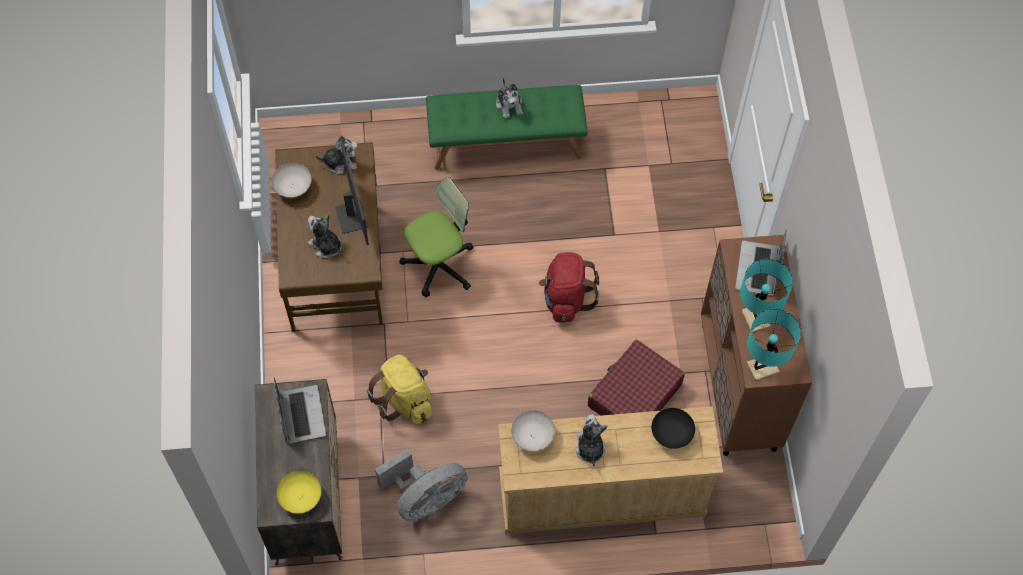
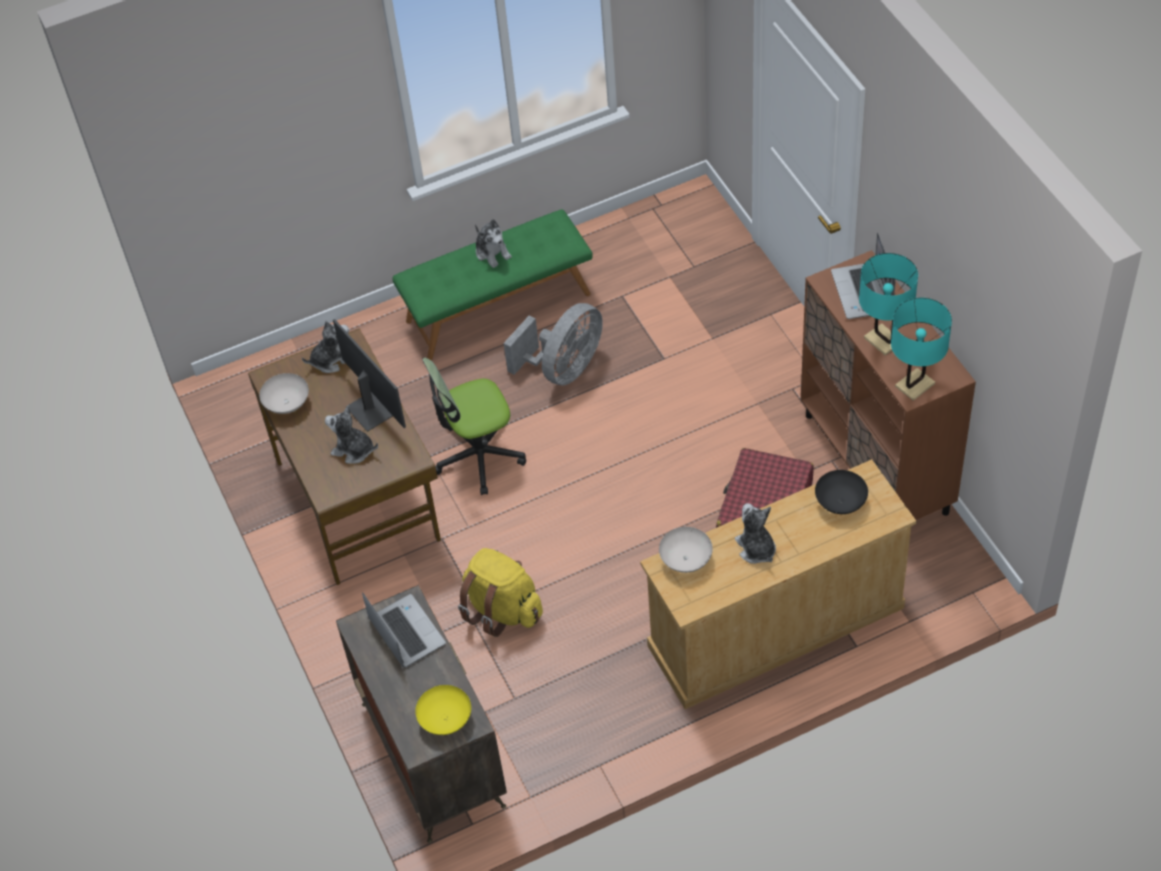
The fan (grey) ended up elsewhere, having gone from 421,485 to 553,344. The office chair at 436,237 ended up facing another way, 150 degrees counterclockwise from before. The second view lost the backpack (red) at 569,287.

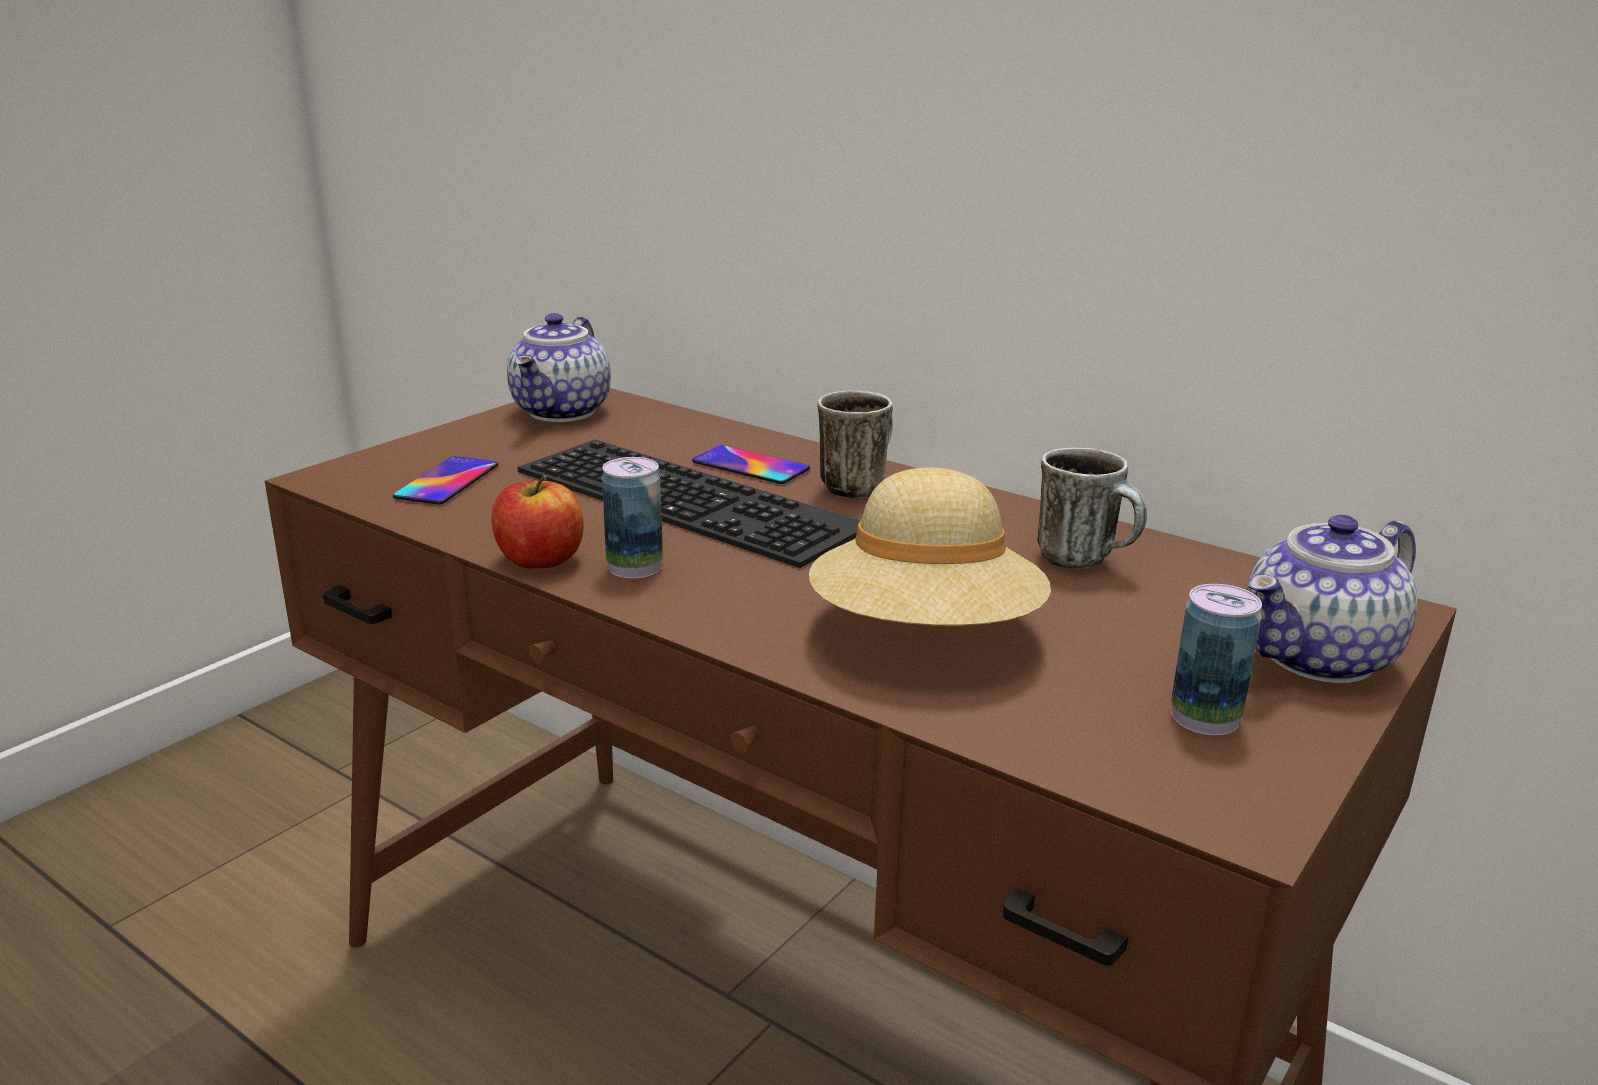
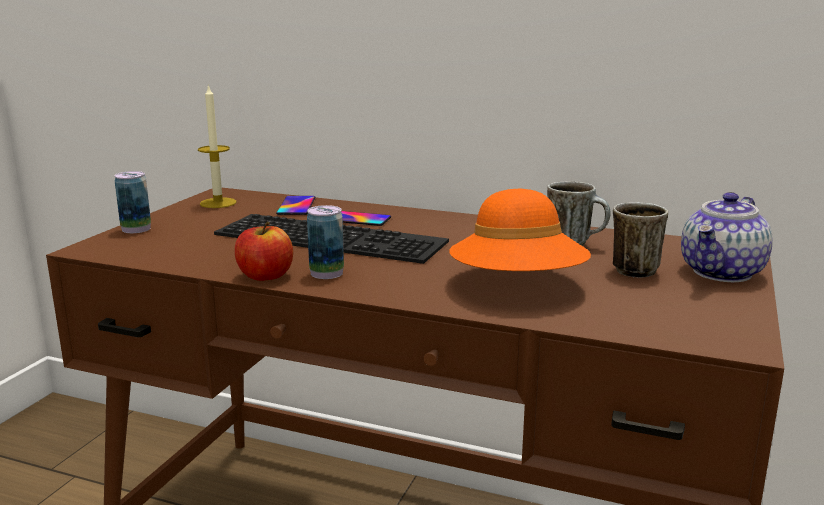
The phone ended up elsewhere, having gone from 445,480 to 296,205. Where the teapot stood at 559,367, the candle came to stand at 217,146. What was the hat (beige) at 930,547 turned into the hat (orange) at 520,230. The mug ended up elsewhere, having gone from 855,444 to 640,239. The can ended up elsewhere, having gone from 1216,659 to 133,202.

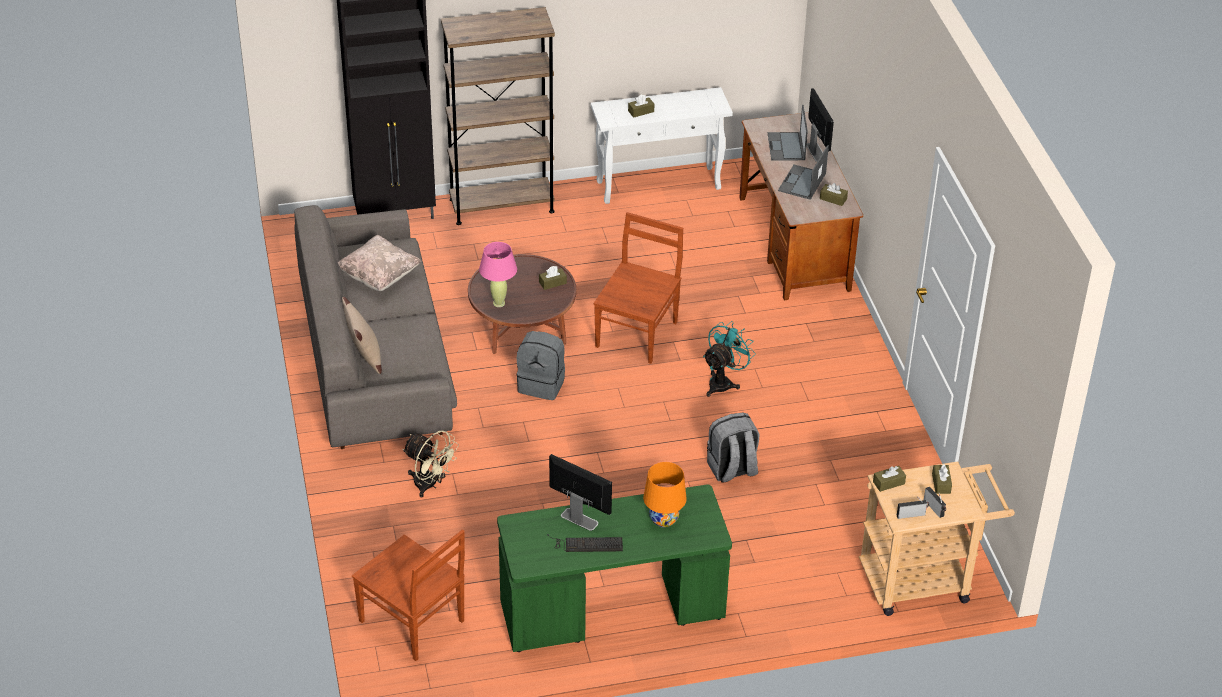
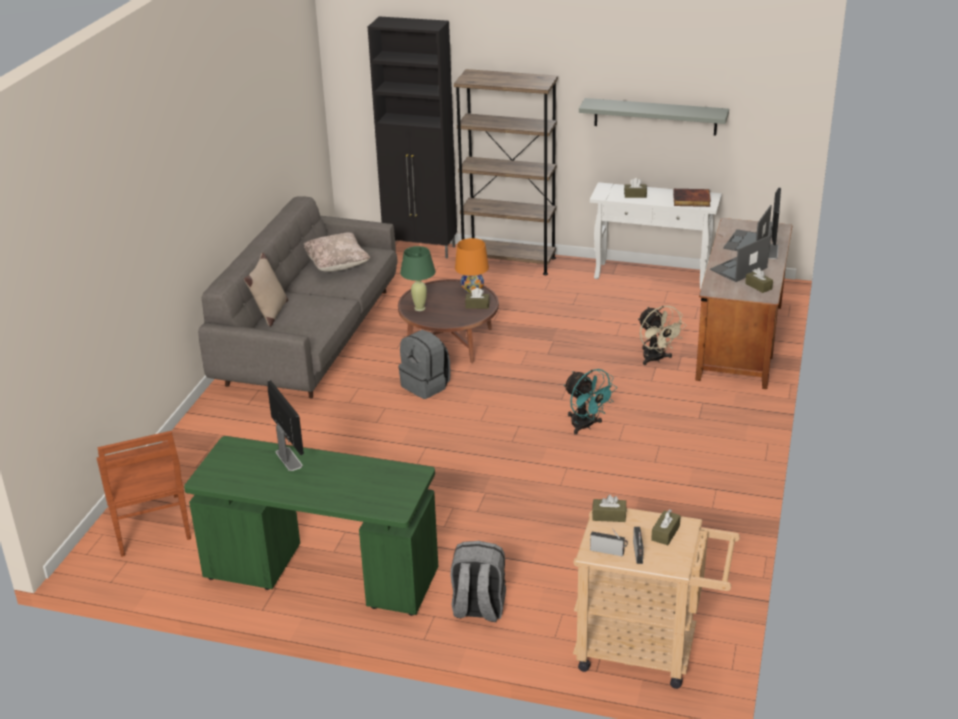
The fan (beige) ended up elsewhere, having gone from 430,463 to 662,335. What was the table lamp (pink) at 498,274 turned into the table lamp (green) at 418,278. The second view lost the keyboard at 585,543. The second view lost the chair (brown) at 638,288. The table lamp (orange) ended up elsewhere, having gone from 665,494 to 472,265. The fan (turquoise) at 729,359 ended up facing another way, 75 degrees clockwise from before. The backpack (grey) ended up elsewhere, having gone from 733,448 to 478,581. The second view gained the shelf (grey) at 654,117. The second view gained the book at 692,198.

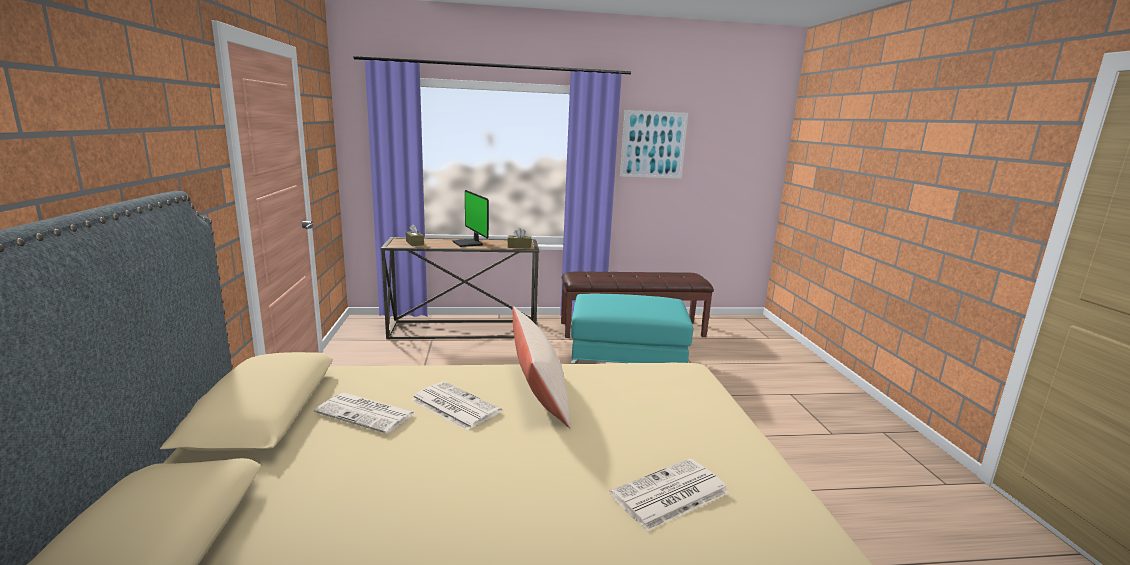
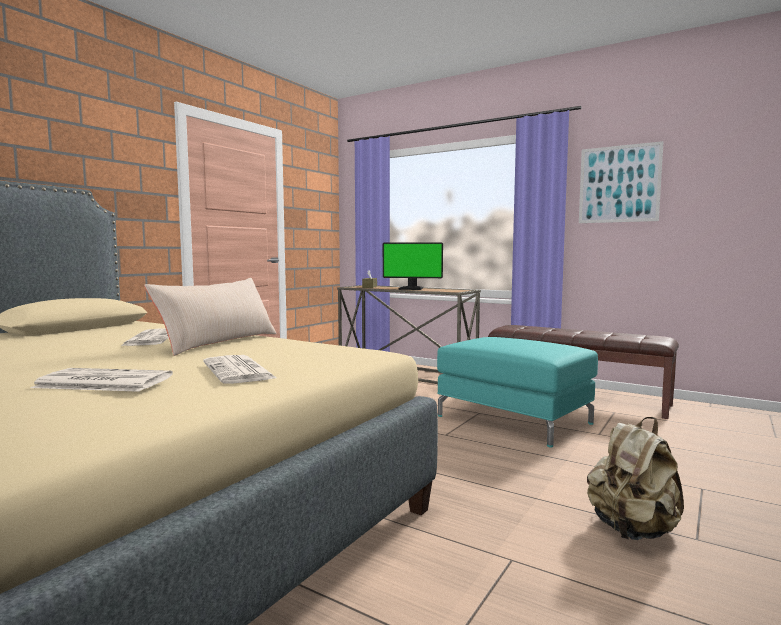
The newspaper ended up elsewhere, having gone from 365,413 to 240,369. The monitor at 470,218 ended up facing another way, 90 degrees counterclockwise from before. The second view lost the tissue box (brown) at 519,238. The second view gained the backpack (beige) at 635,478.

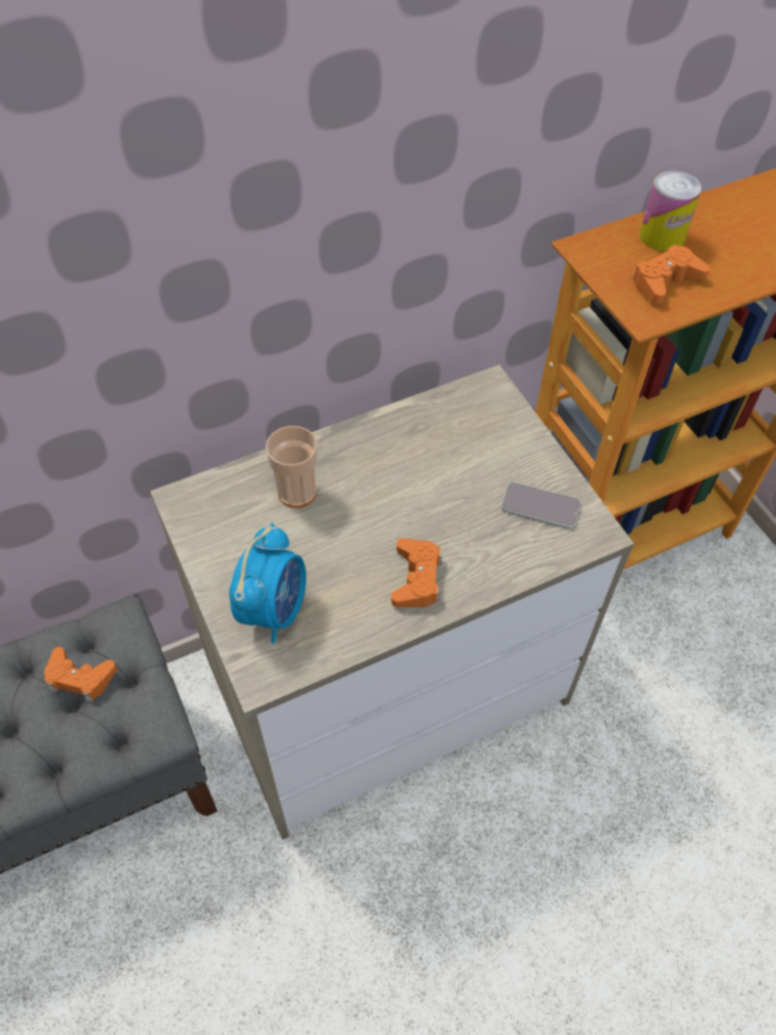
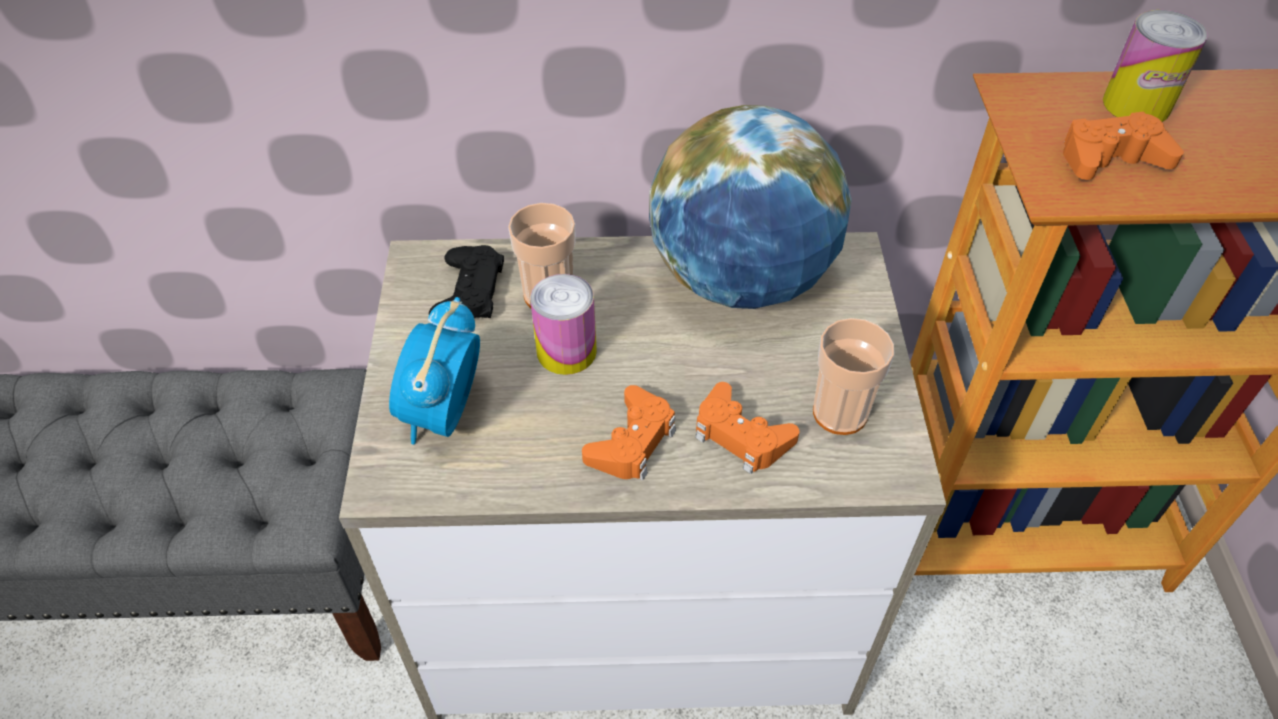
The game controller (orange) ended up elsewhere, having gone from 80,674 to 747,428. The alarm clock at 267,583 ended up facing another way, 150 degrees clockwise from before. Where the phone stood at 541,505, the cup came to stand at 853,376. The second view gained the game controller (black) at 466,281. The second view gained the can at 563,324. The second view gained the globe at 750,207.

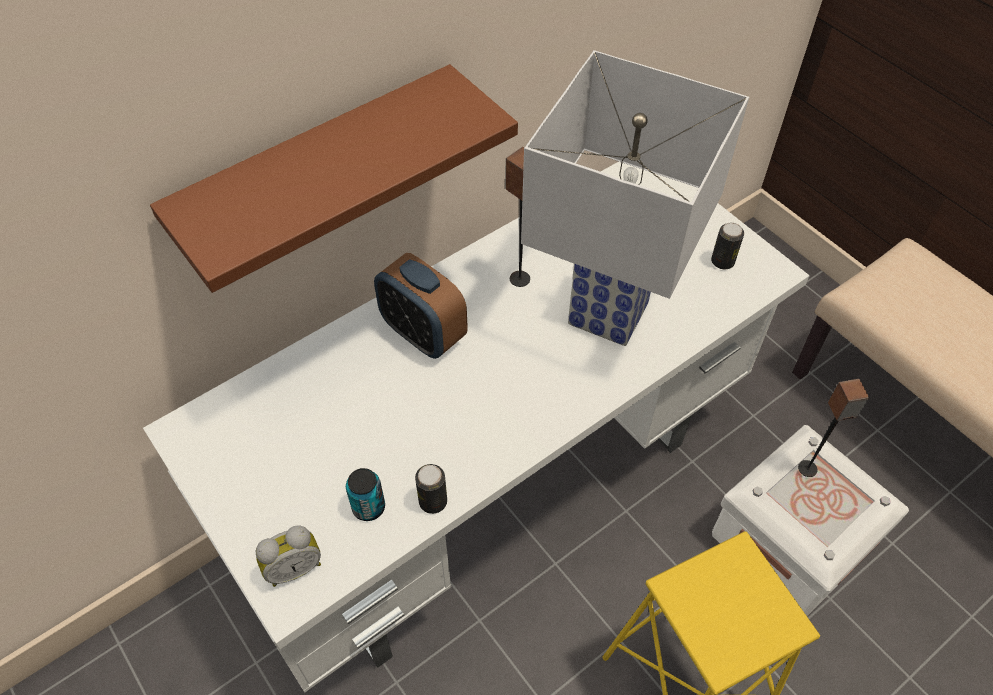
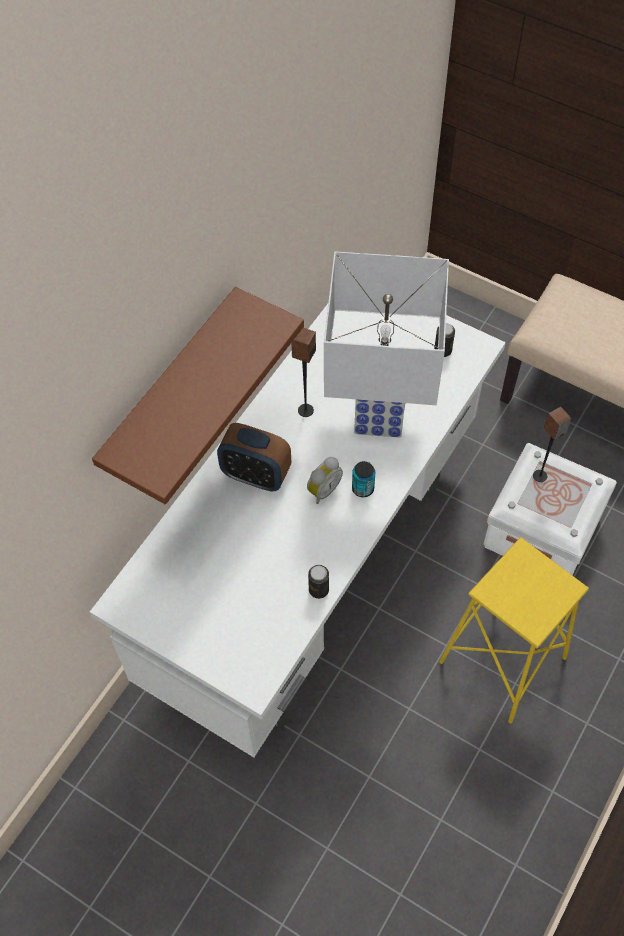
The alarm clock ended up elsewhere, having gone from 288,556 to 325,480. The can ended up elsewhere, having gone from 365,494 to 363,479.

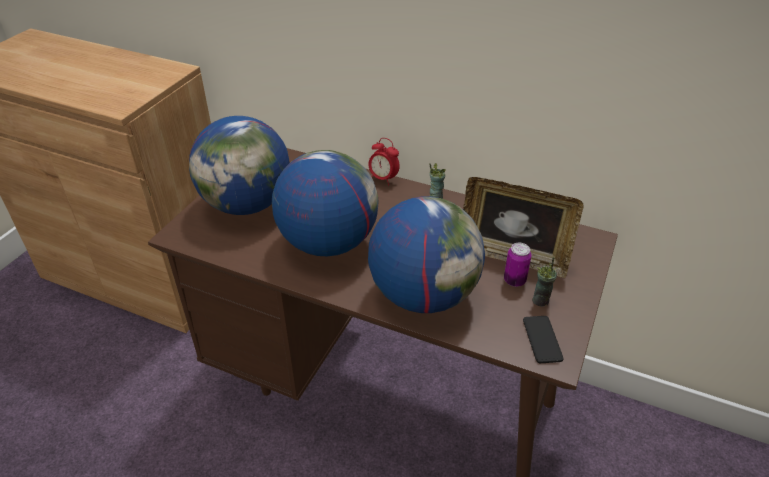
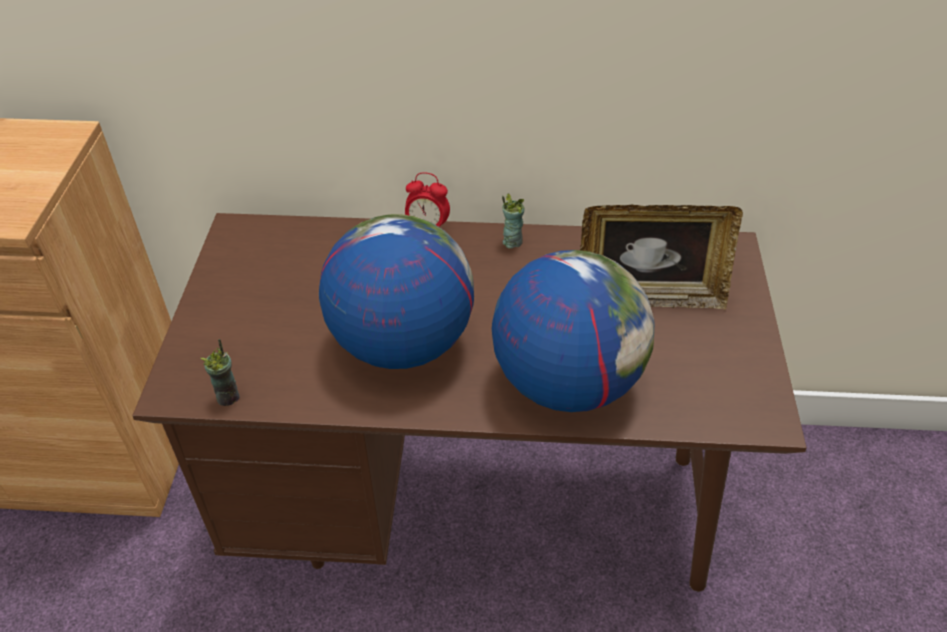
The second view lost the globe at 239,165. The second view lost the can at 518,265. The second view lost the phone at 543,339. The cup ended up elsewhere, having gone from 545,282 to 220,372.

